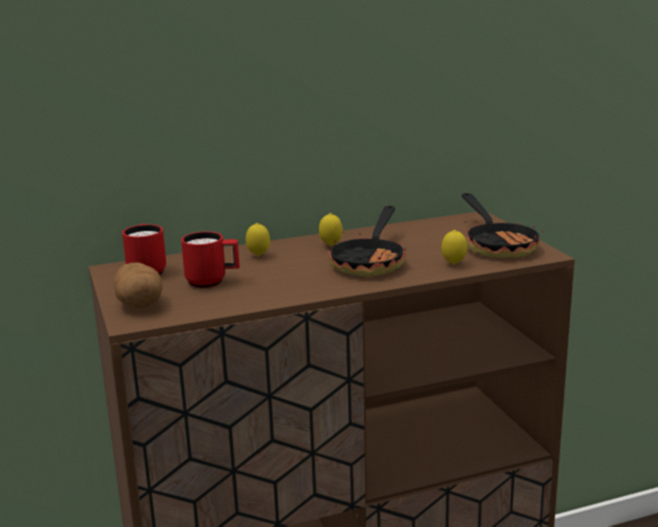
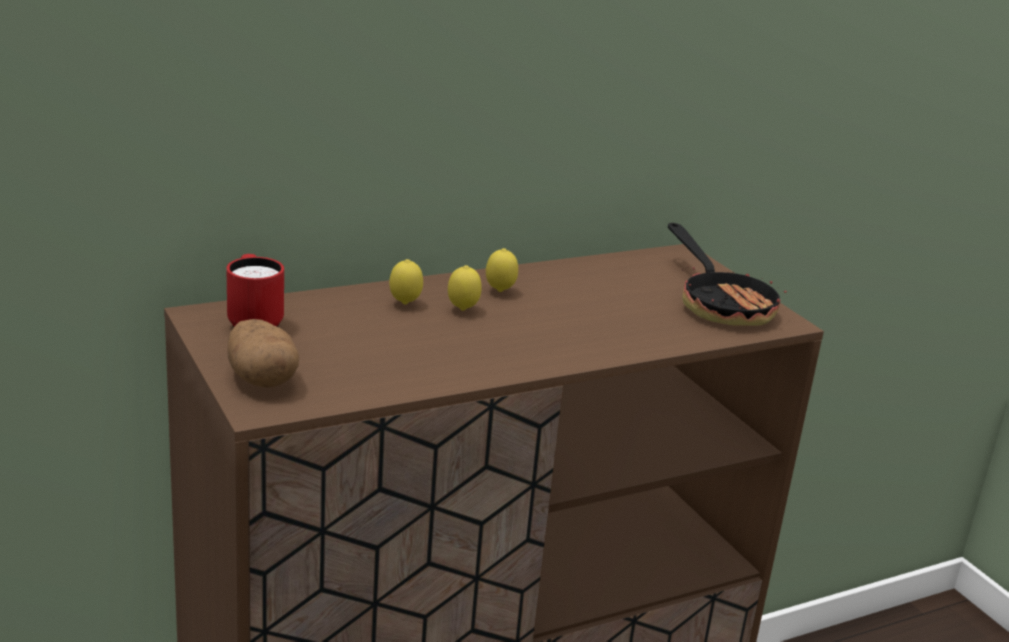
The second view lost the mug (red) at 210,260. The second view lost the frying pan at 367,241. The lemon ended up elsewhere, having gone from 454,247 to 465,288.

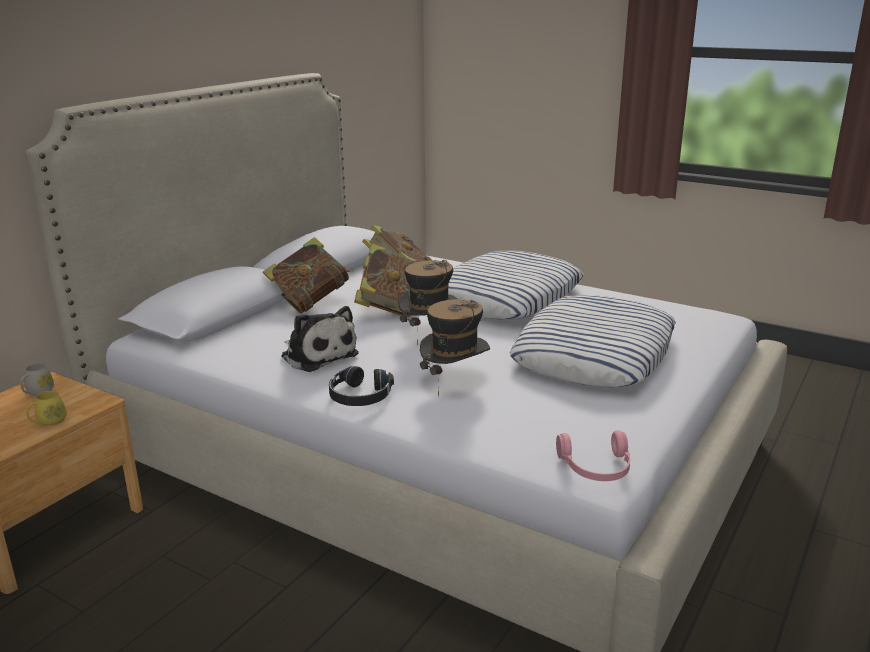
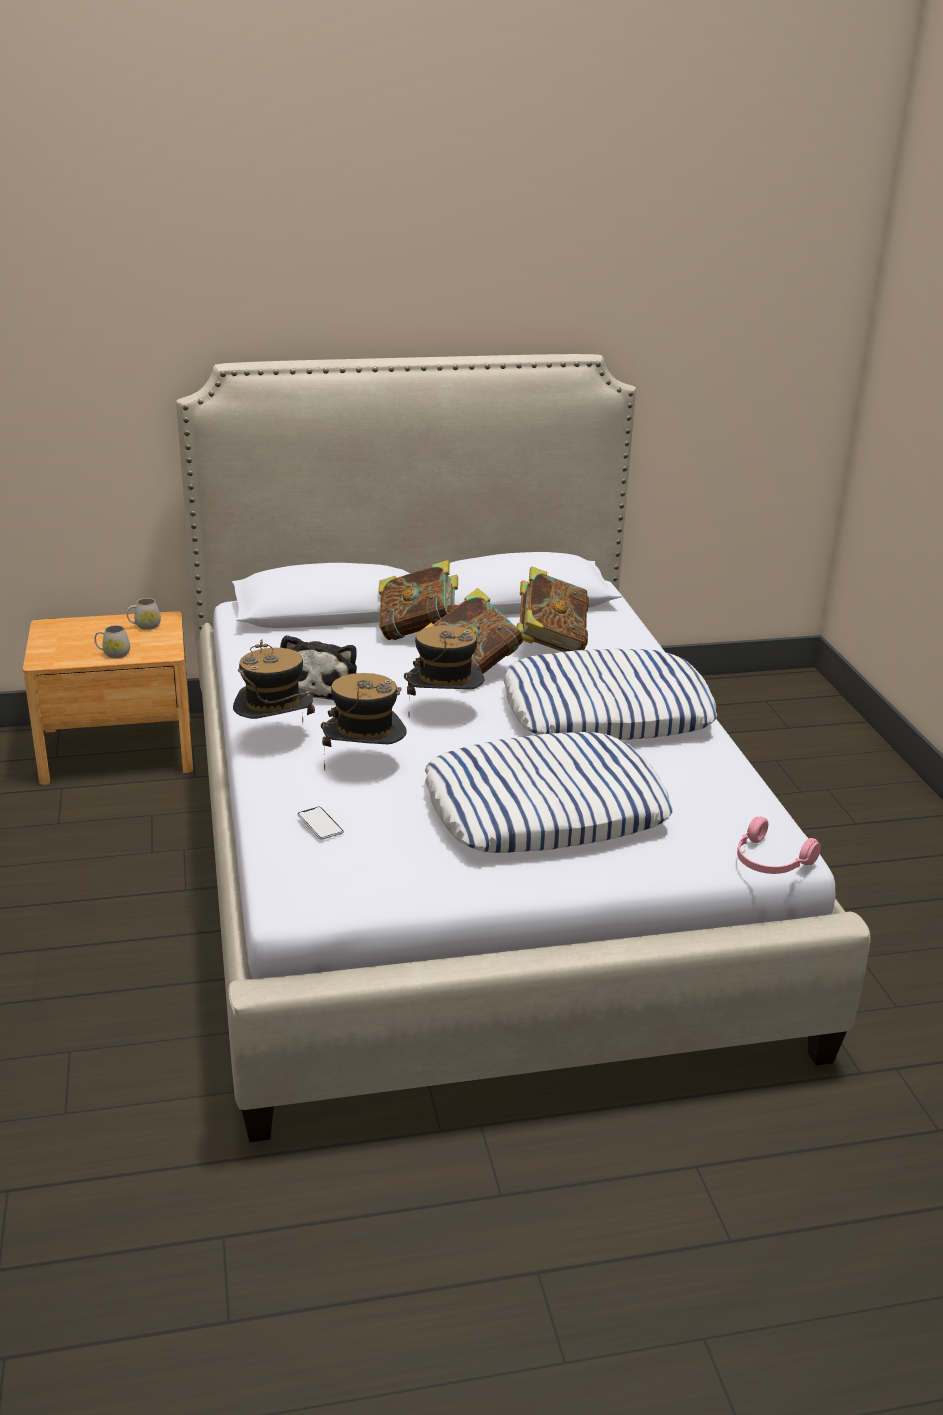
What was the mug (yellow) at 46,408 turned into the mug (white) at 112,641. Where the headphones (black) stood at 361,386, the hat came to stand at 274,680. The headphones (pink) ended up elsewhere, having gone from 593,455 to 779,845. The second view gained the phone at 320,823.

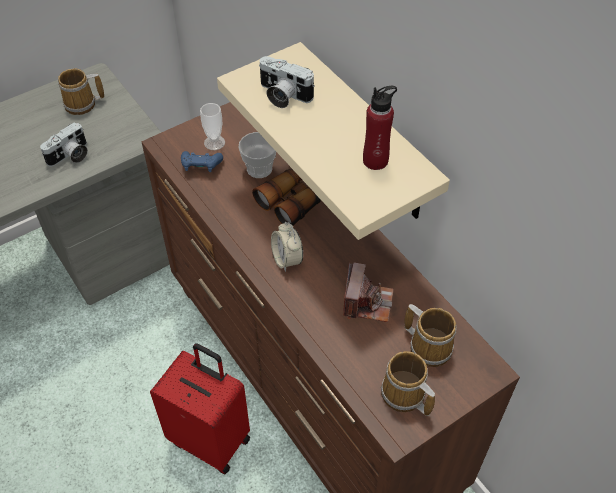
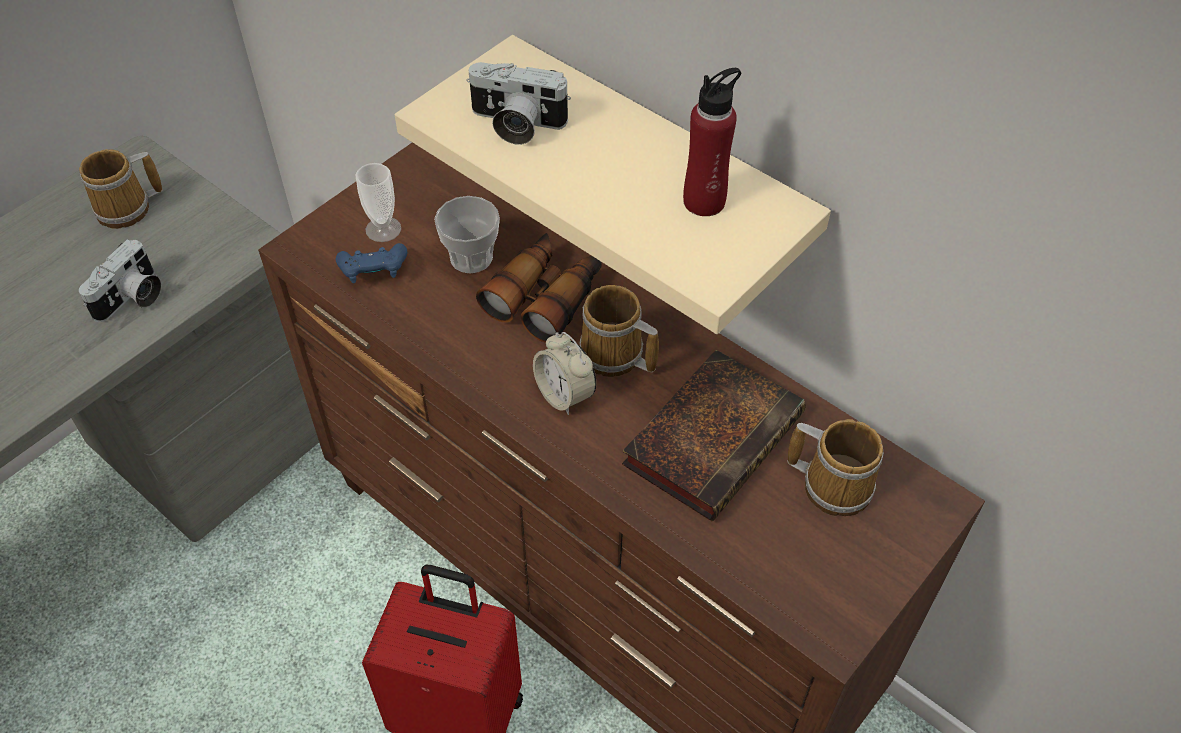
Where the photo camera stood at 368,292, the book came to stand at 714,435. The mug ended up elsewhere, having gone from 408,383 to 619,331.

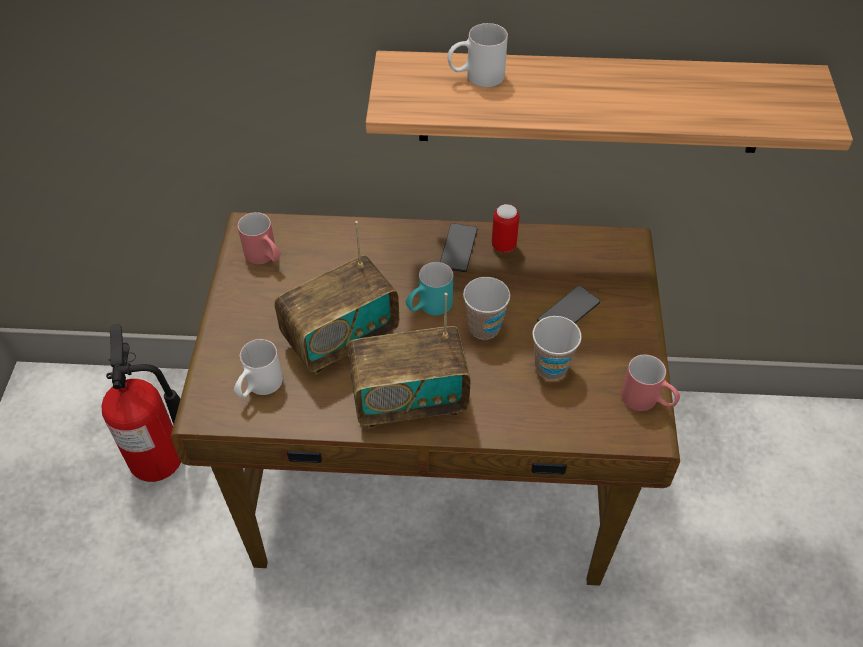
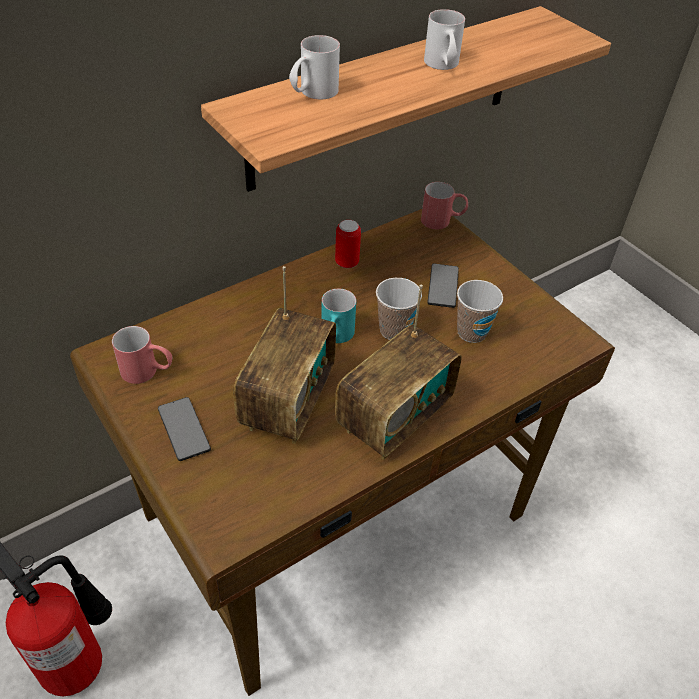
The mug (white) ended up elsewhere, having gone from 258,368 to 444,39. The phone ended up elsewhere, having gone from 458,247 to 184,429. The mug (red) ended up elsewhere, having gone from 650,383 to 444,205.

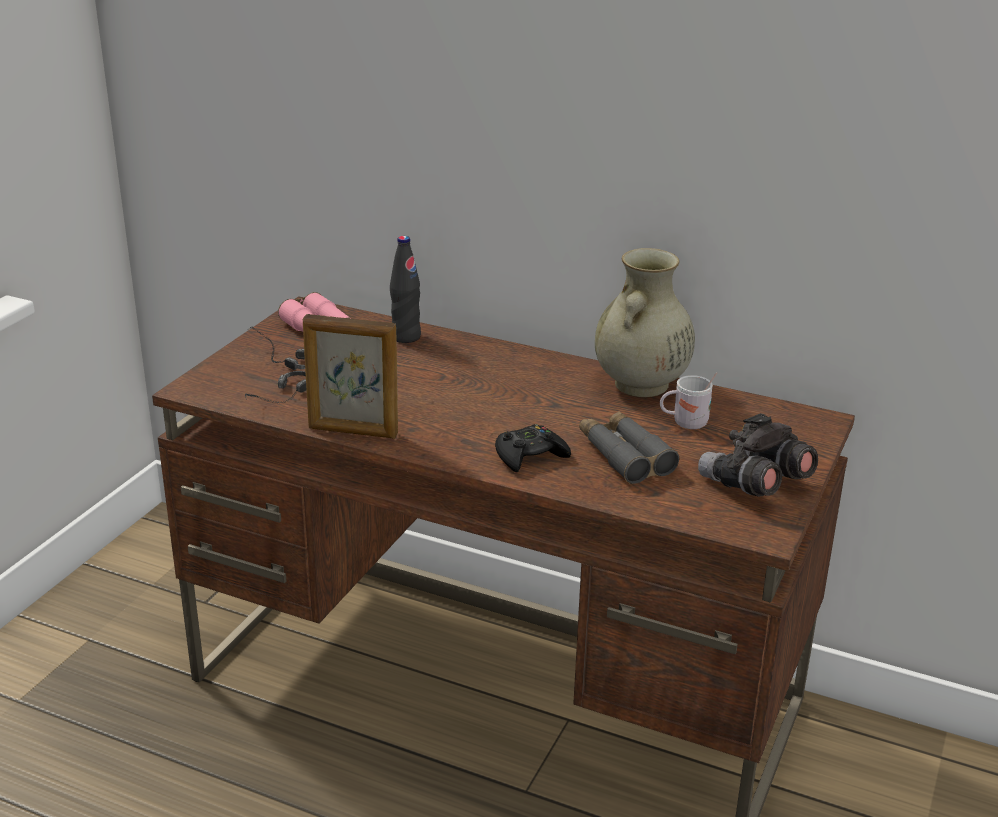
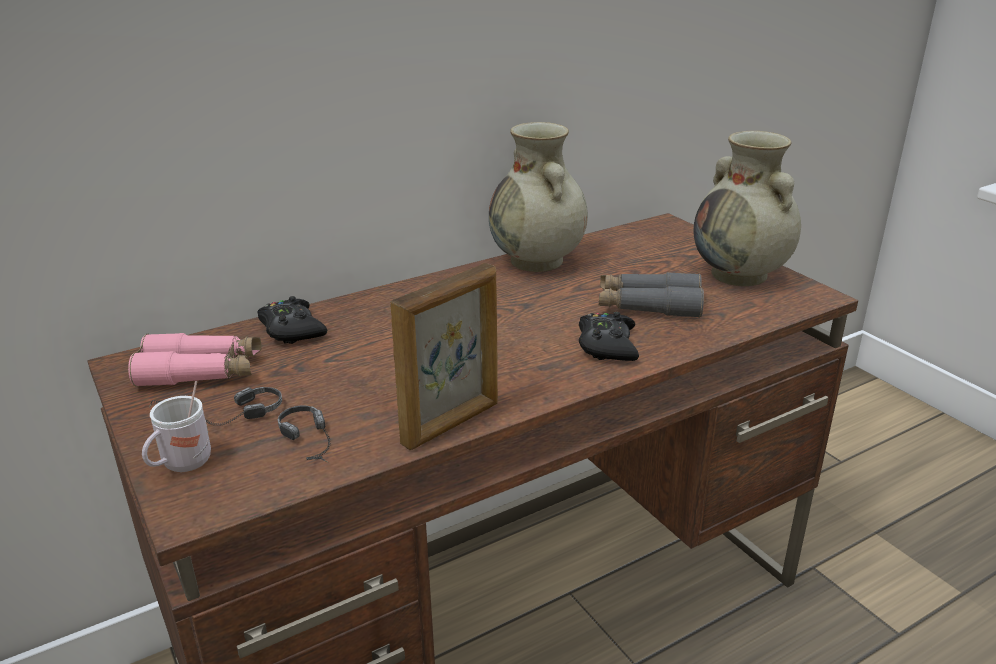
Where the bottle (black) stood at 405,289, the game controller (black) came to stand at 292,320. The mug (white) ended up elsewhere, having gone from 688,400 to 176,426. Where the binoculars (grey) stood at 758,455, the vase (beige) came to stand at 747,208.

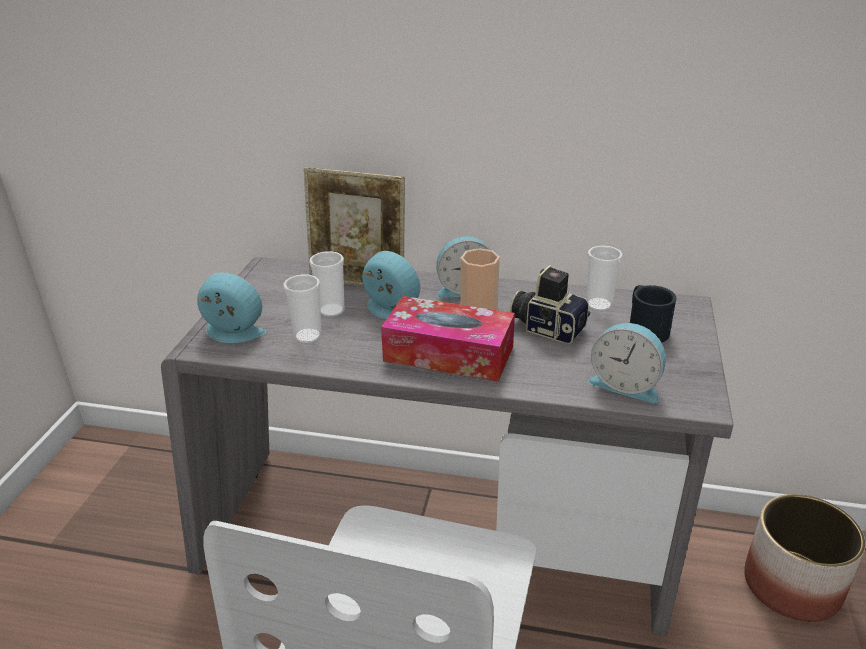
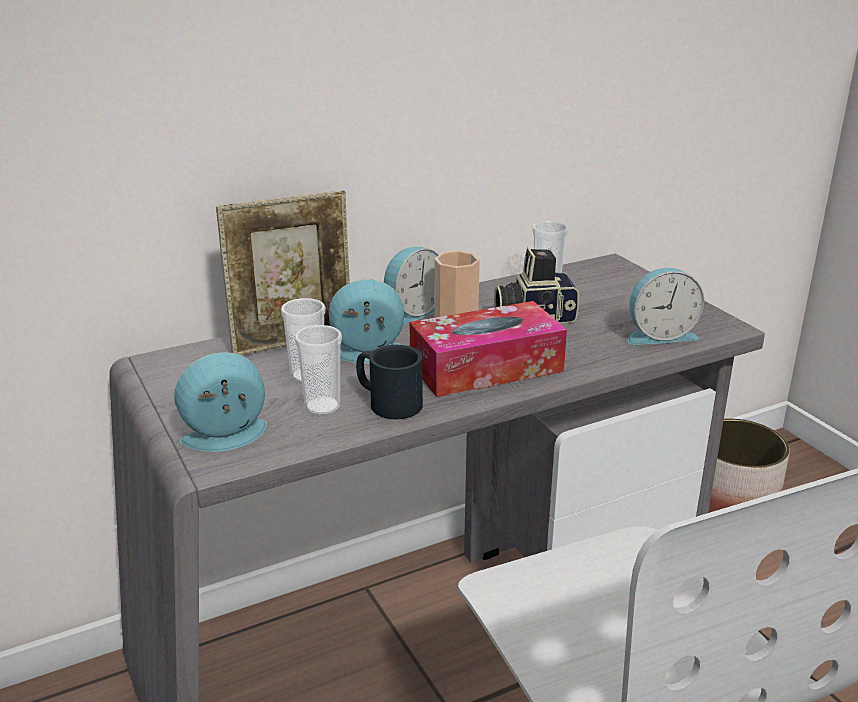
The mug (black) ended up elsewhere, having gone from 653,314 to 389,382.

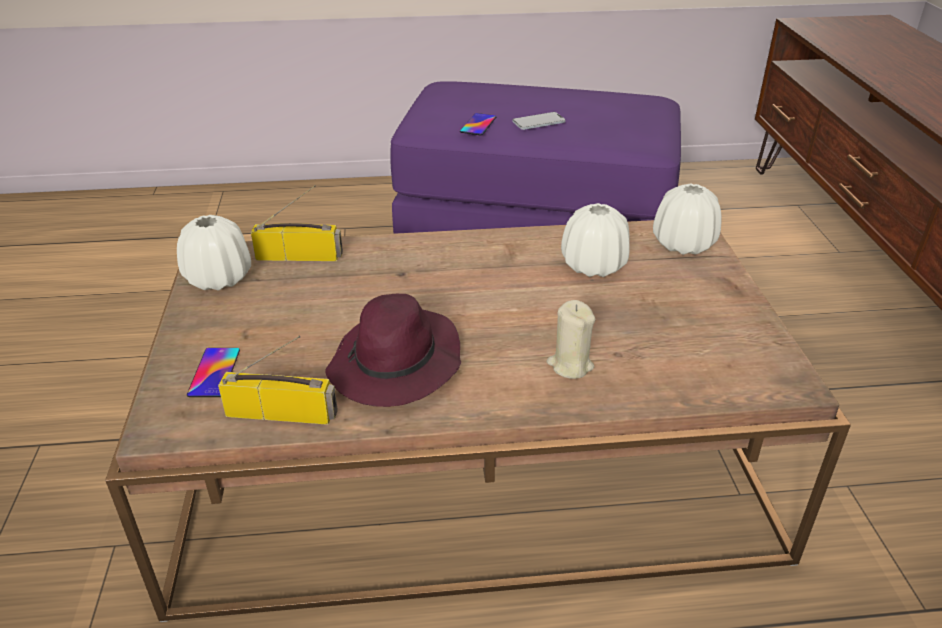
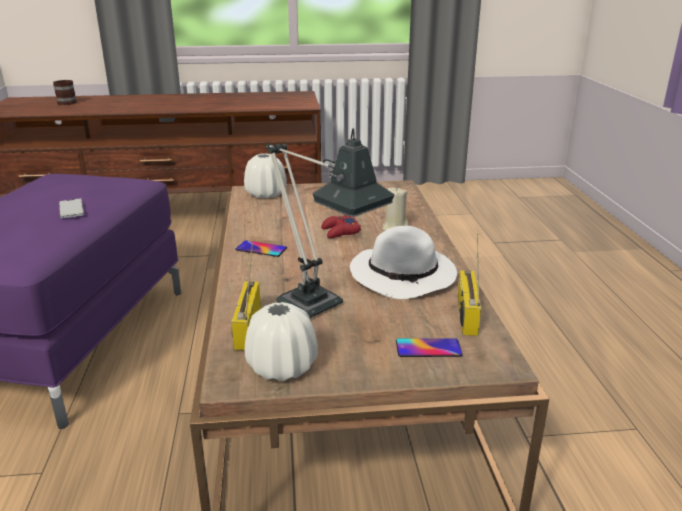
What was the hat (purple) at 393,350 turned into the hat (white) at 403,262. The phone ended up elsewhere, having gone from 478,124 to 261,248. The second view lost the vase (white) at 595,240. The second view gained the mug at 65,92. The second view gained the table lamp at 330,223. The second view gained the game controller (red) at 341,226.

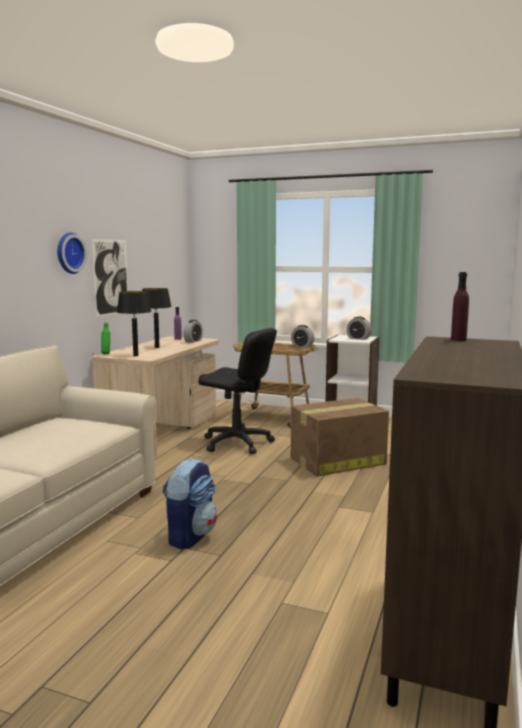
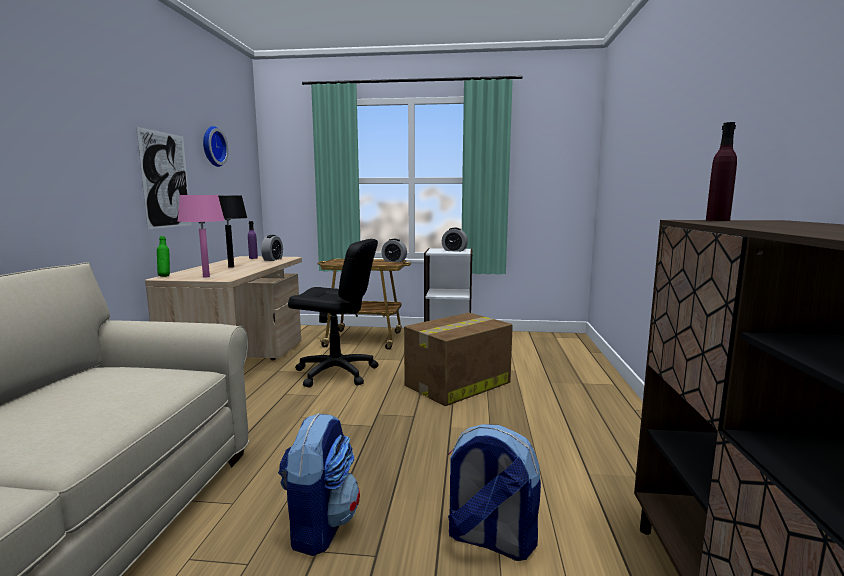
The wall clock ended up elsewhere, having gone from 72,253 to 216,146. What was the table lamp (black) at 134,323 turned into the table lamp (pink) at 201,236. The second view gained the backpack at 494,492.

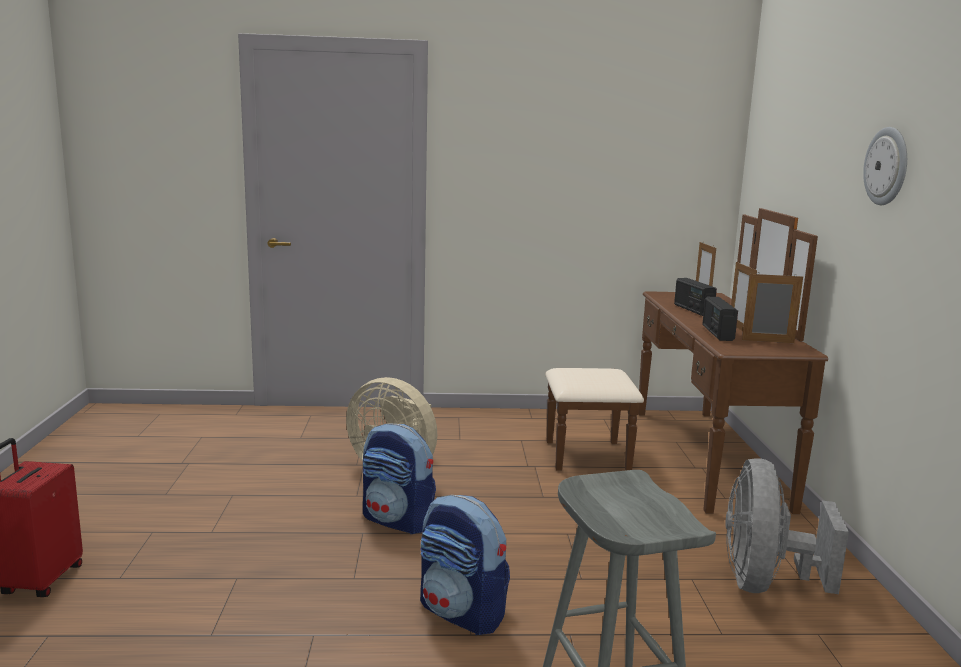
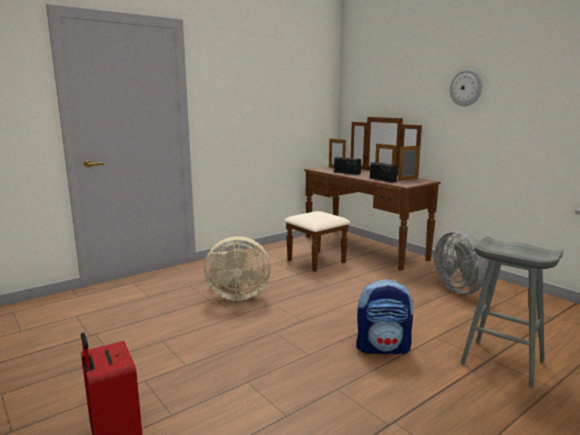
The second view lost the backpack at 399,478.

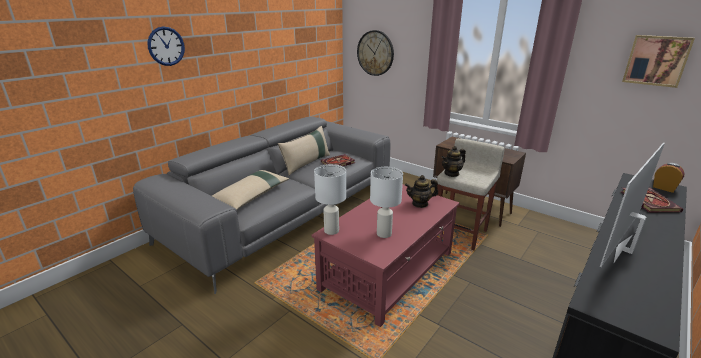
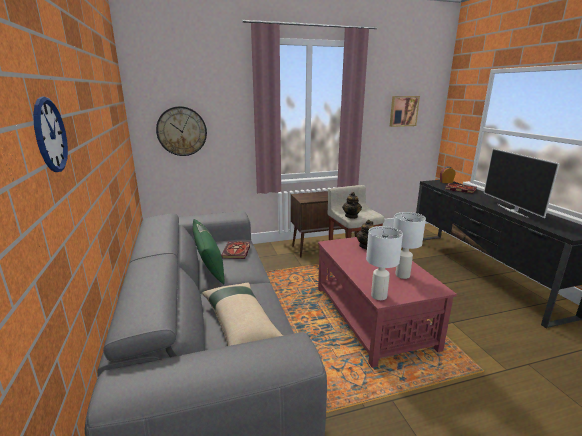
What was the pillow (beige) at 304,151 turned into the pillow (green) at 208,251.

